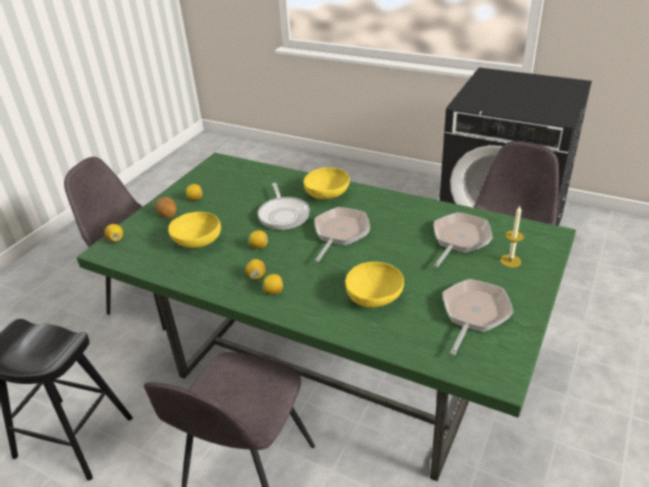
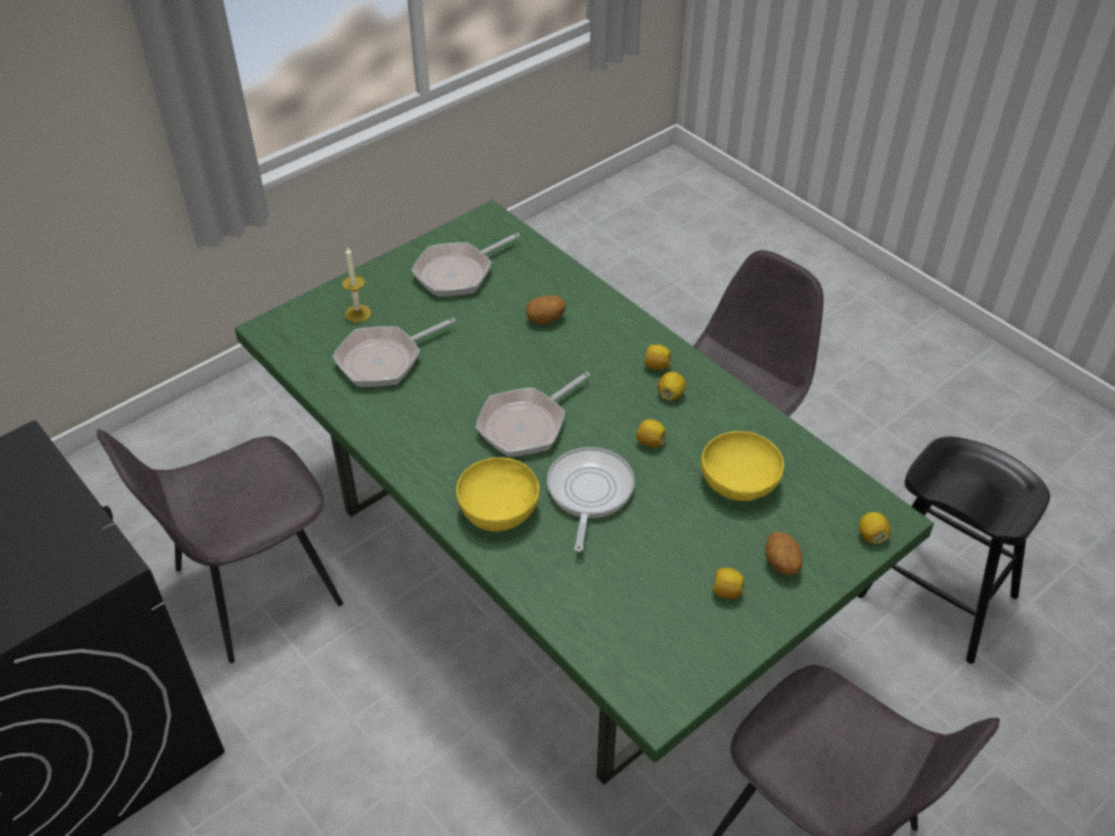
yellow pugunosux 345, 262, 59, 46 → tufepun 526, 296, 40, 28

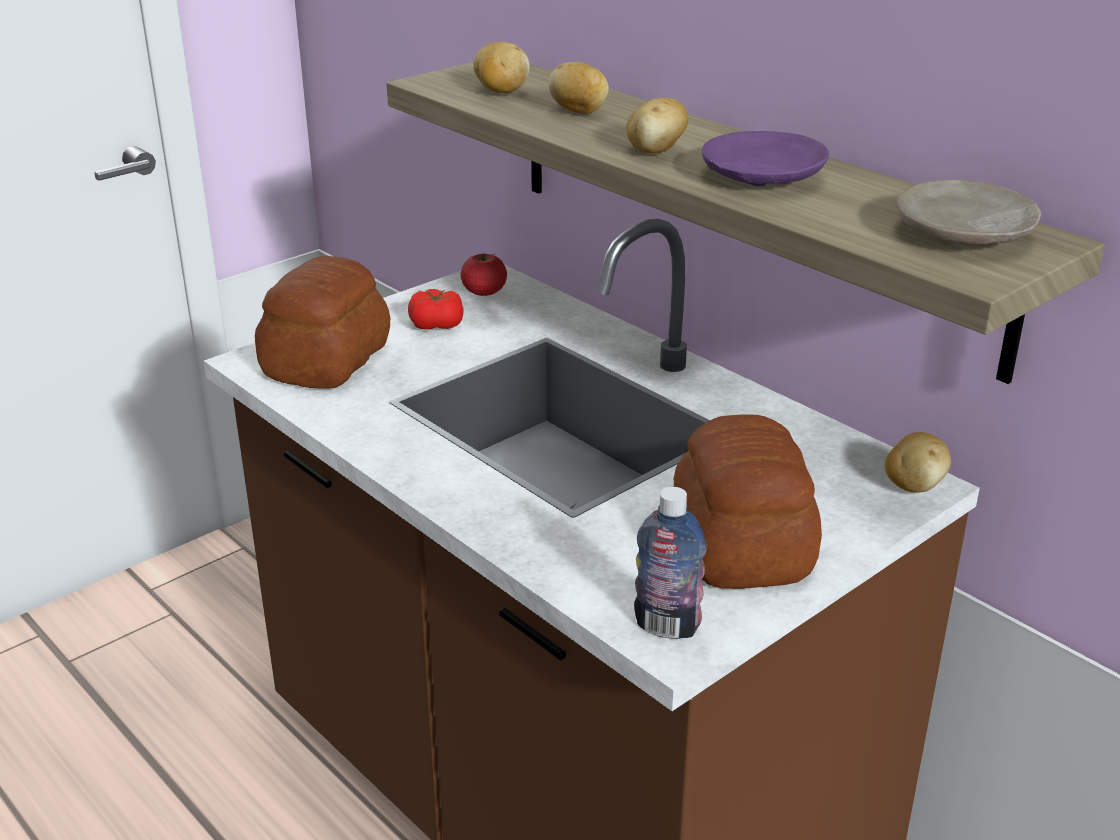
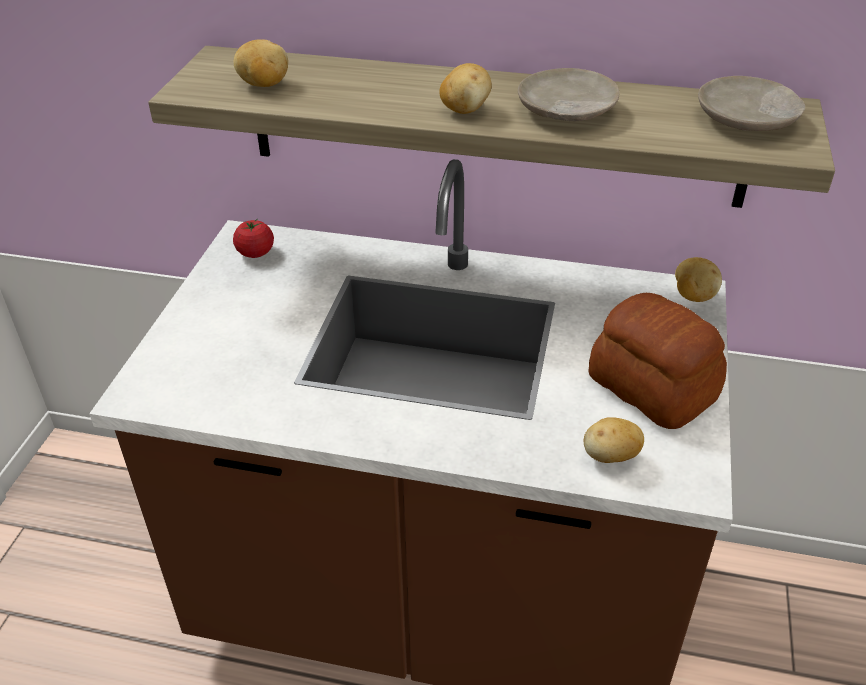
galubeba 255, 256, 135, 133 → -
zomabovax 408, 289, 56, 40 → -
tufepun 549, 62, 60, 52 → tufepun 584, 417, 60, 46, move
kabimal 634, 487, 73, 152 → -
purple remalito 702, 131, 127, 55 → beige remalito 518, 68, 101, 53

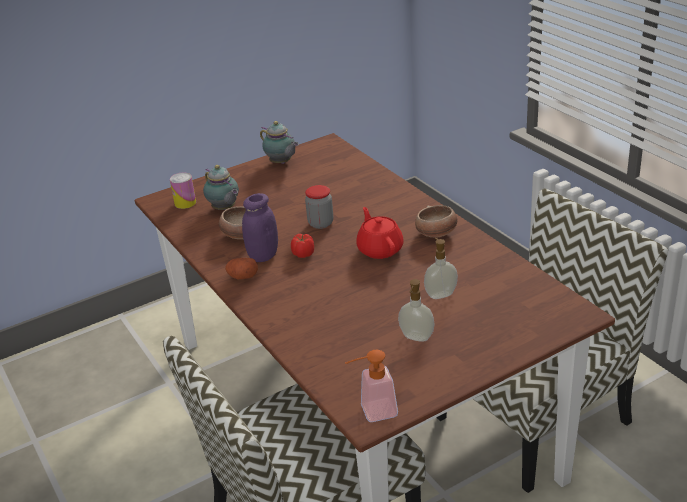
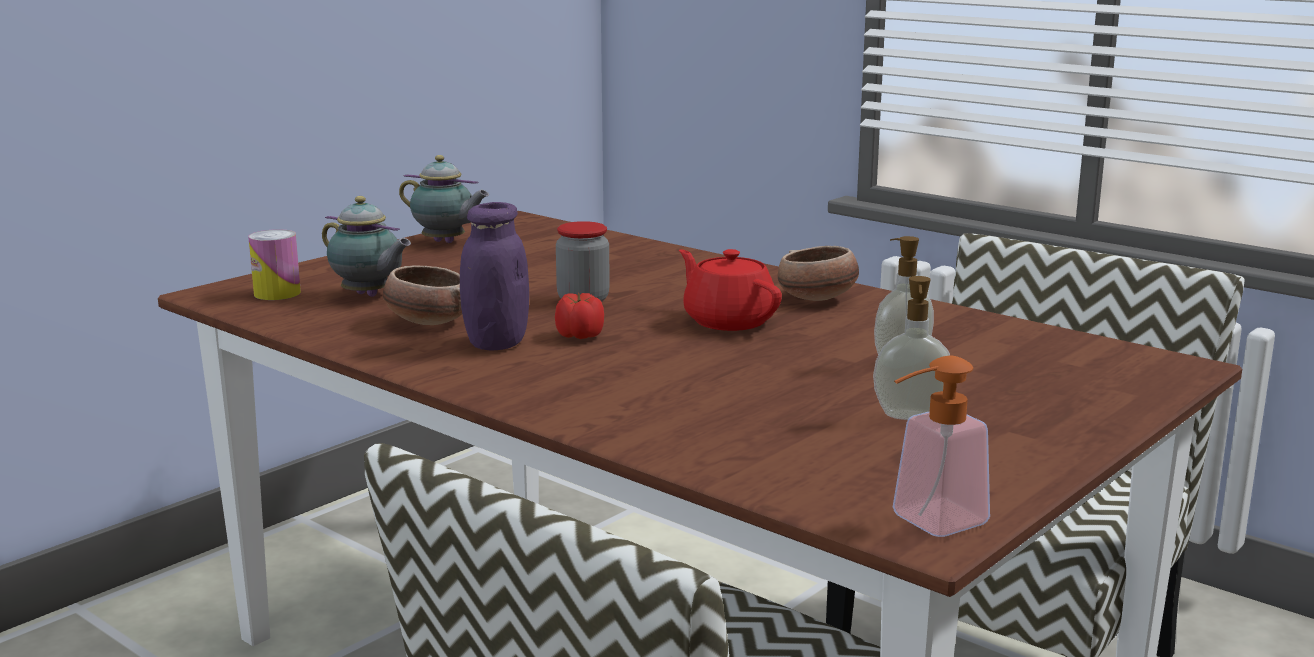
tufepun 225, 258, 33, 21 → -

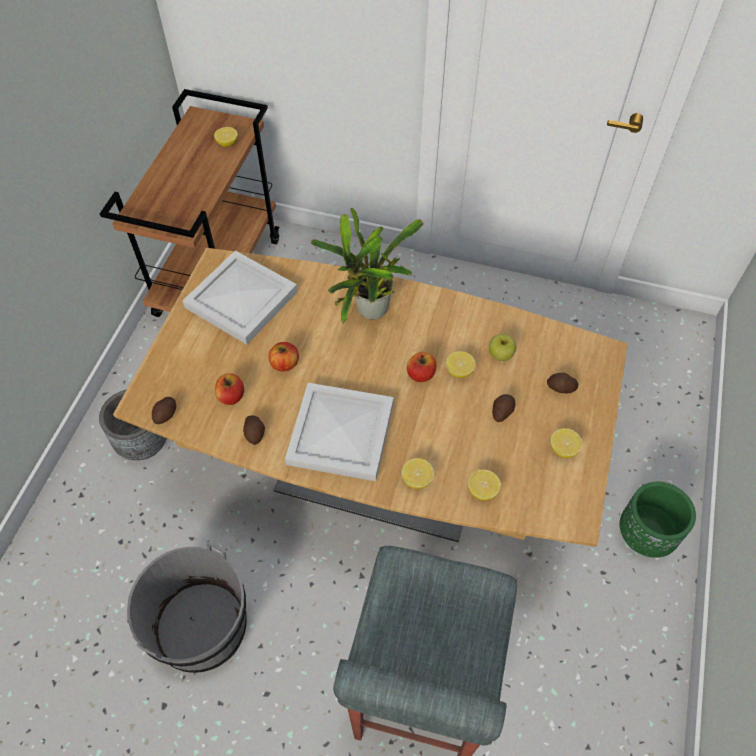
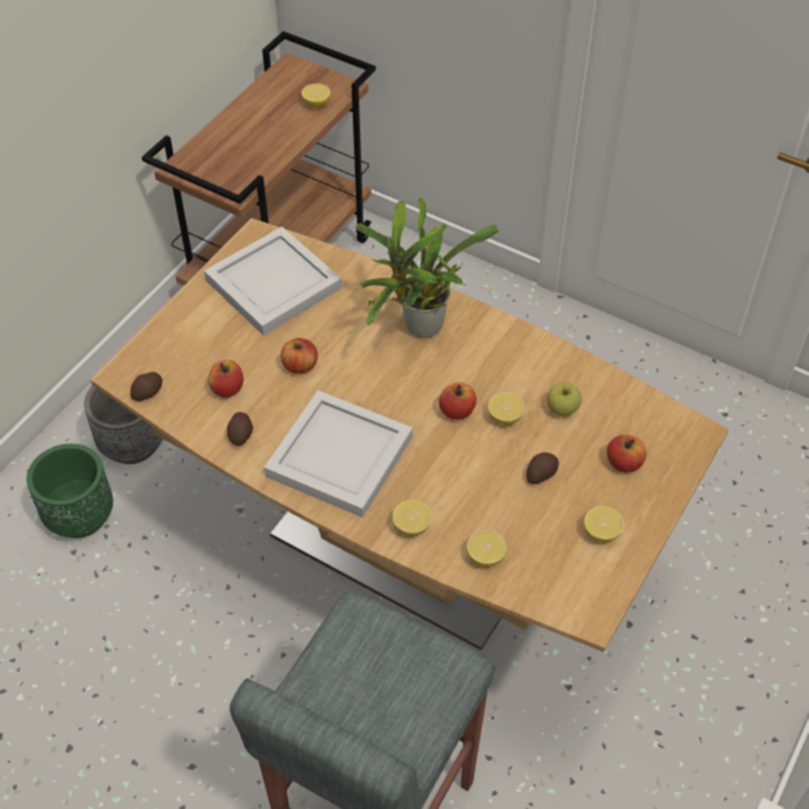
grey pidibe 127, 542, 120, 131 → -
tufepun 547, 373, 31, 20 → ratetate 607, 434, 39, 39
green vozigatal 620, 482, 76, 76 → green vozigatal 27, 444, 86, 94, move

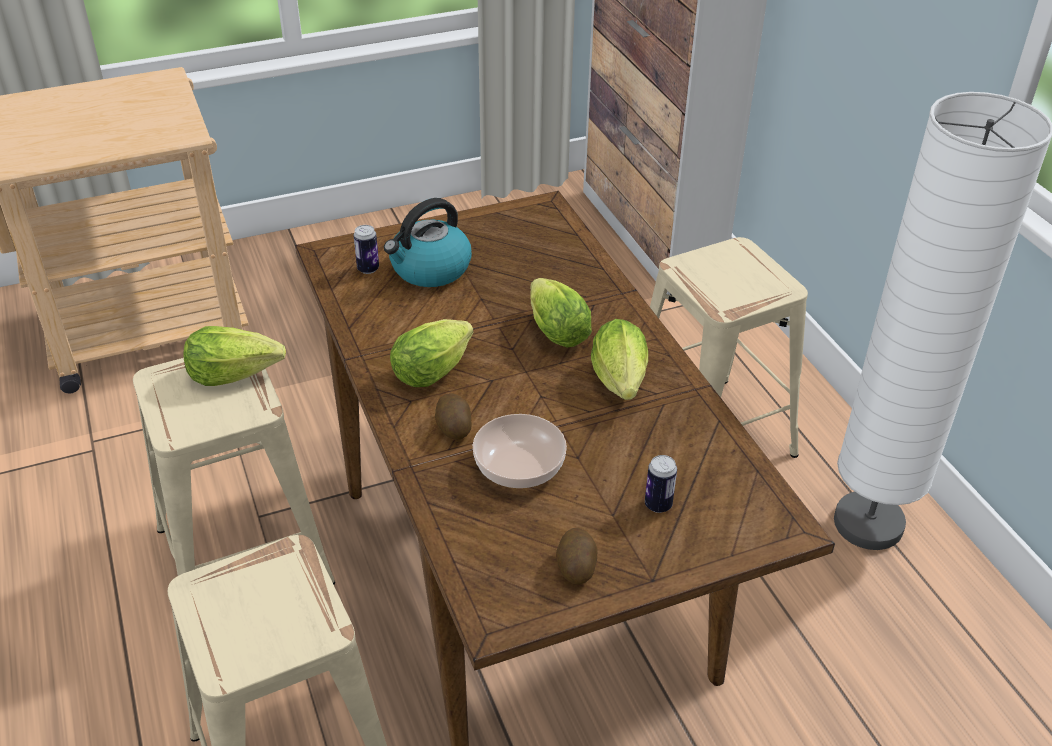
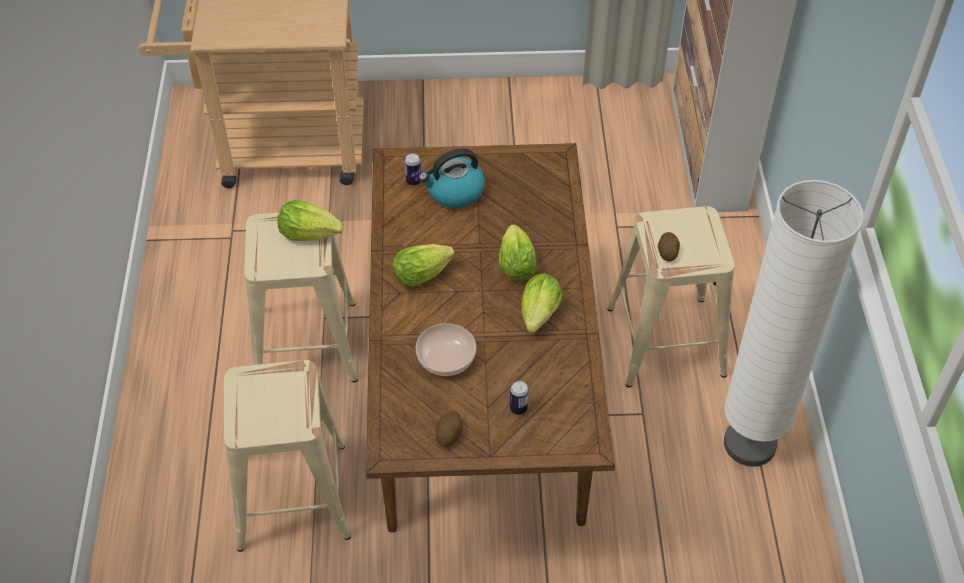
tufepun 435, 393, 37, 47 → tufepun 658, 232, 22, 30, move

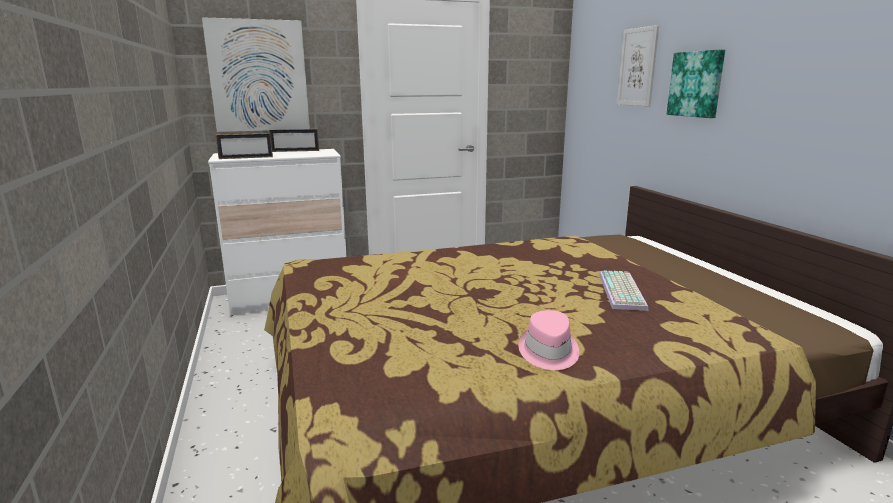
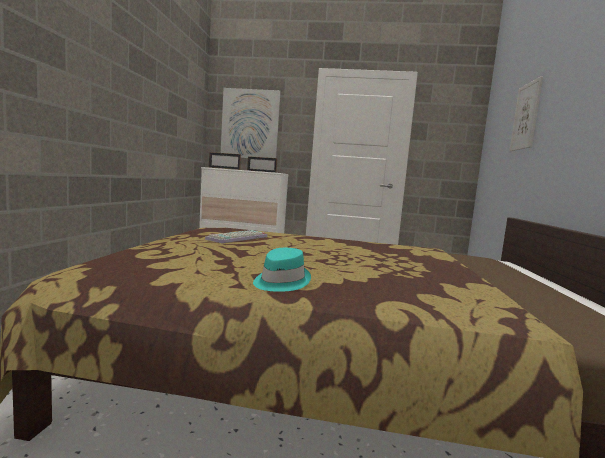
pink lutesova 518, 310, 61, 60 → turquoise lutesova 253, 248, 58, 44
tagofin 599, 270, 49, 41 → tagofin 205, 230, 62, 13, move
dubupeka 667, 49, 58, 69 → -

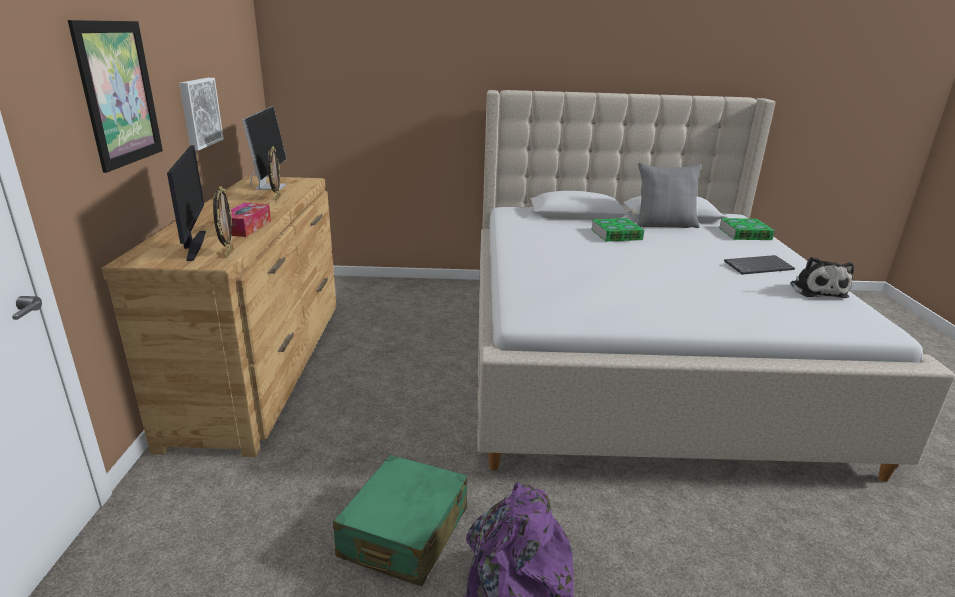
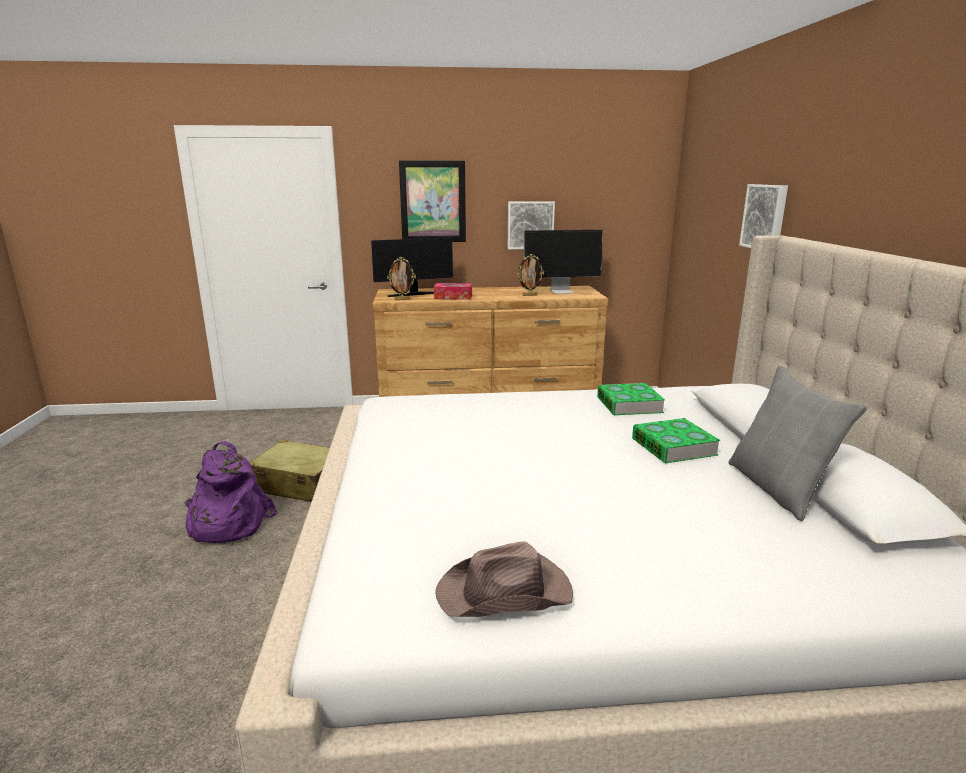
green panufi 333, 455, 135, 131 → beige panufi 250, 440, 80, 62
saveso 719, 218, 56, 22 → saveso 597, 383, 68, 32, move
tagofin 724, 255, 71, 20 → -
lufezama 790, 257, 64, 41 → brown lutesova 435, 542, 138, 75
- → dubupeka 739, 184, 49, 64

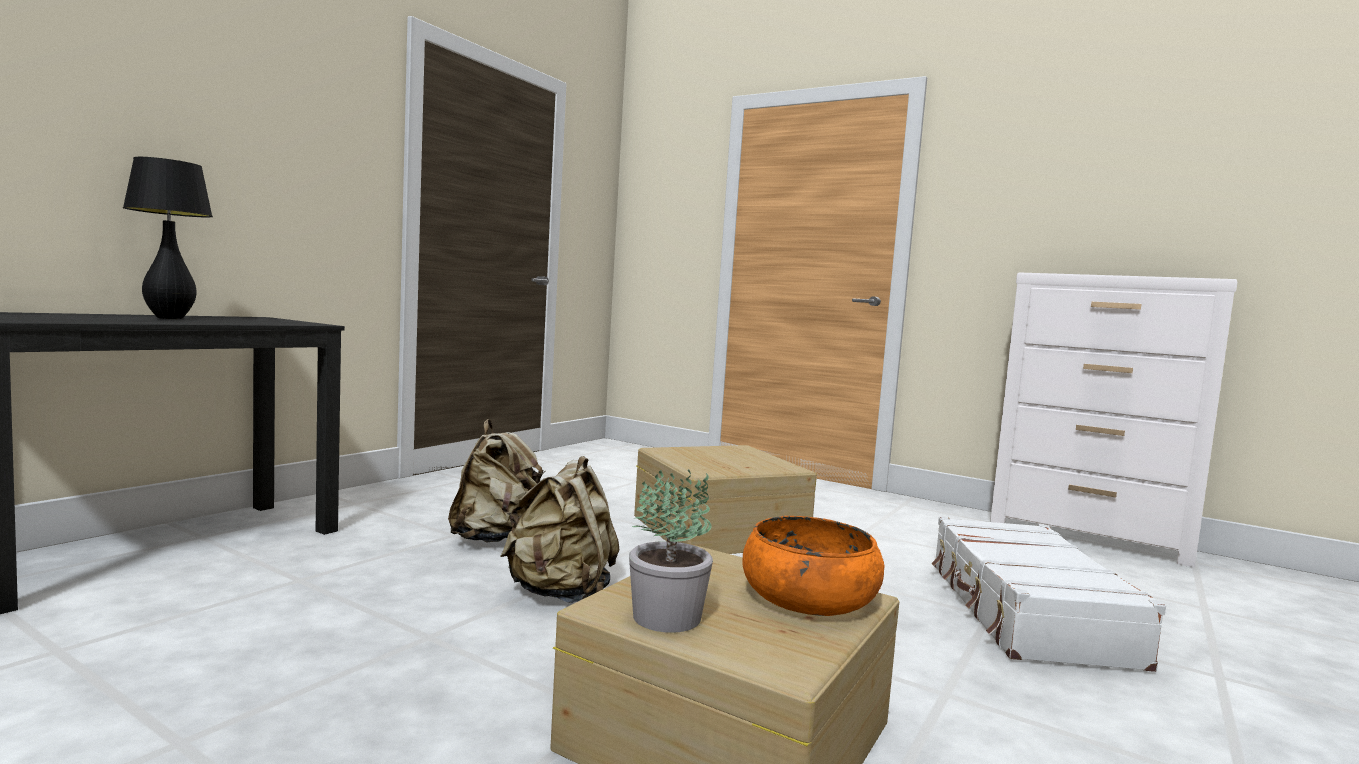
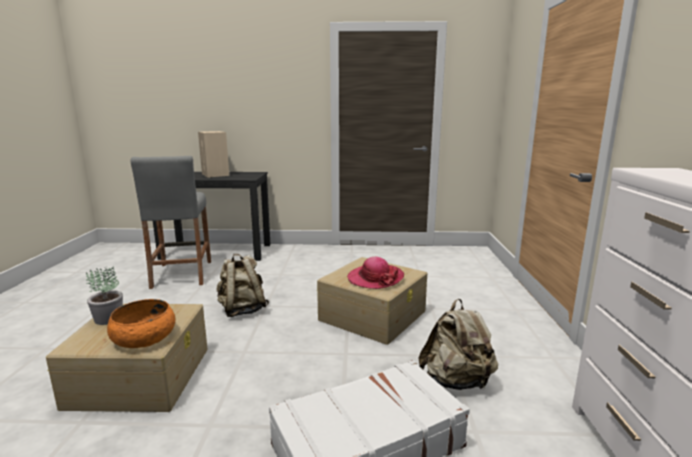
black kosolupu 123, 157, 90, 162 → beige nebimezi 198, 131, 31, 46
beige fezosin 448, 419, 98, 123 → beige fezosin 418, 299, 80, 91, move
- → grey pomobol 131, 156, 80, 133
- → lutesova 347, 257, 57, 32

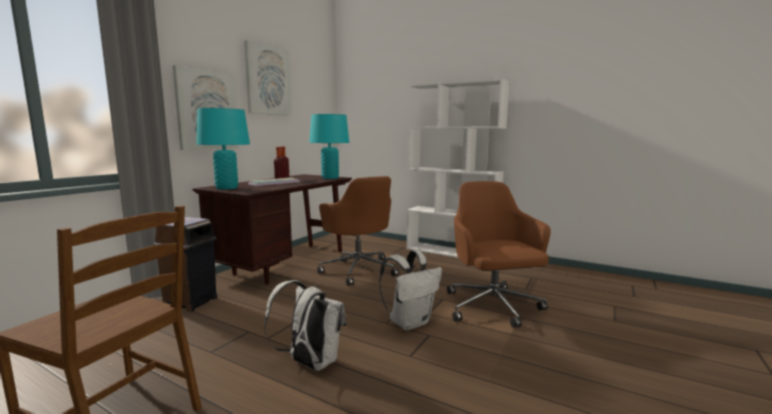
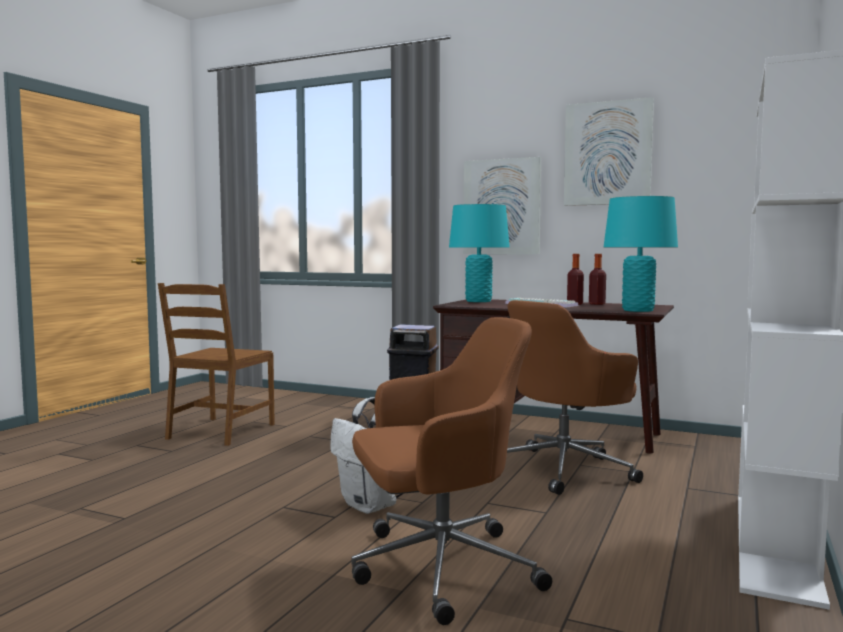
white fezosin 264, 280, 82, 91 → -

